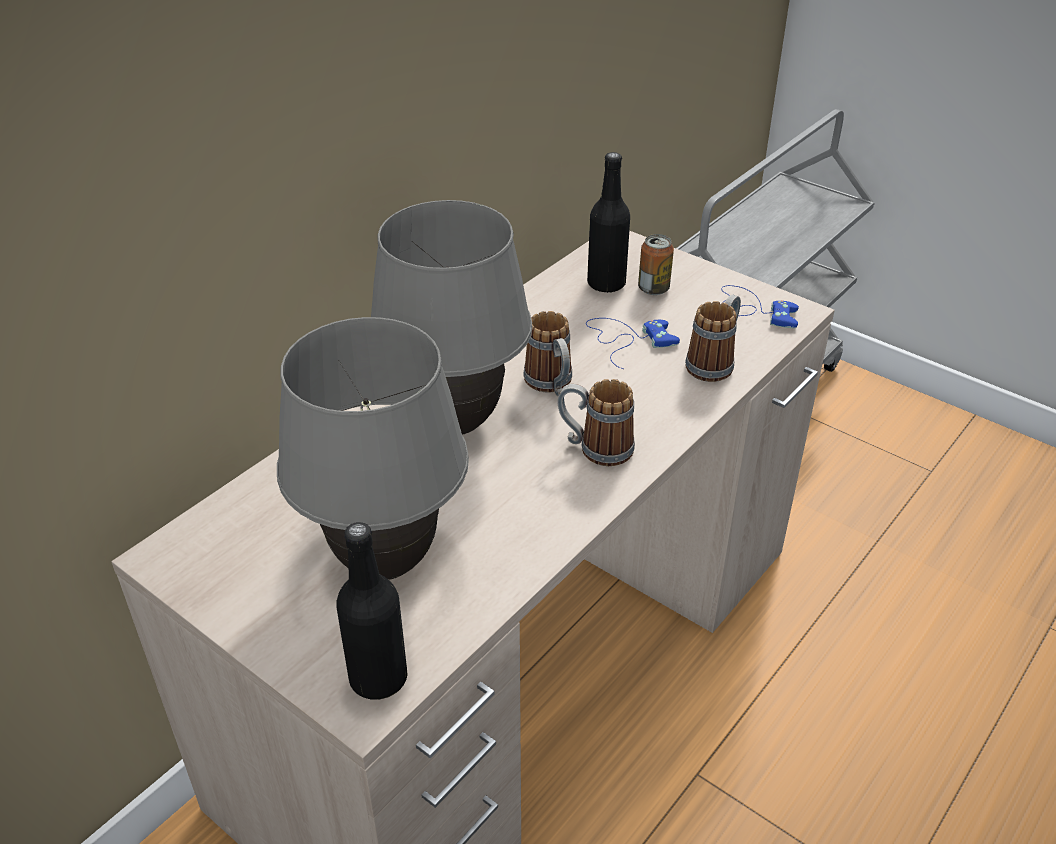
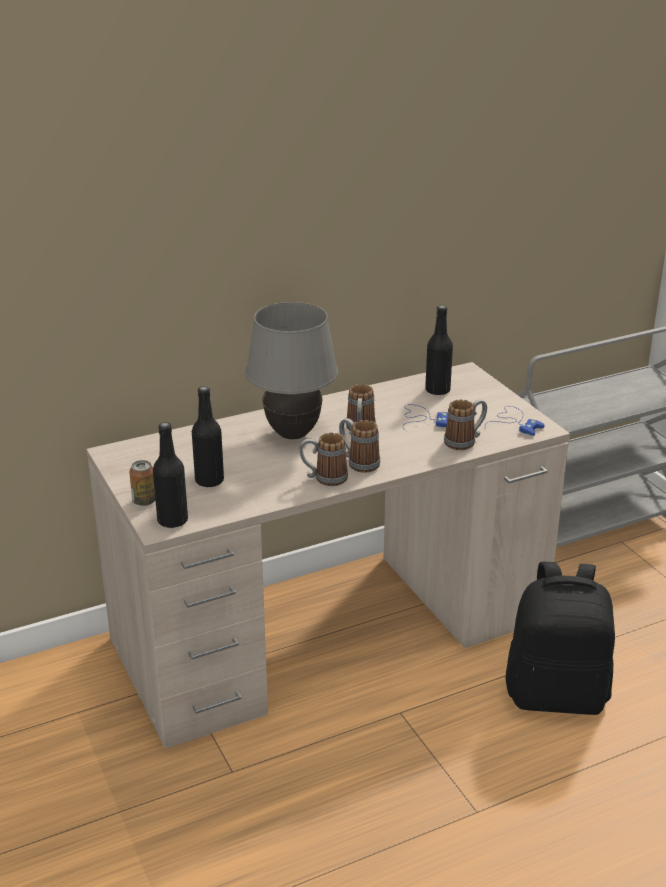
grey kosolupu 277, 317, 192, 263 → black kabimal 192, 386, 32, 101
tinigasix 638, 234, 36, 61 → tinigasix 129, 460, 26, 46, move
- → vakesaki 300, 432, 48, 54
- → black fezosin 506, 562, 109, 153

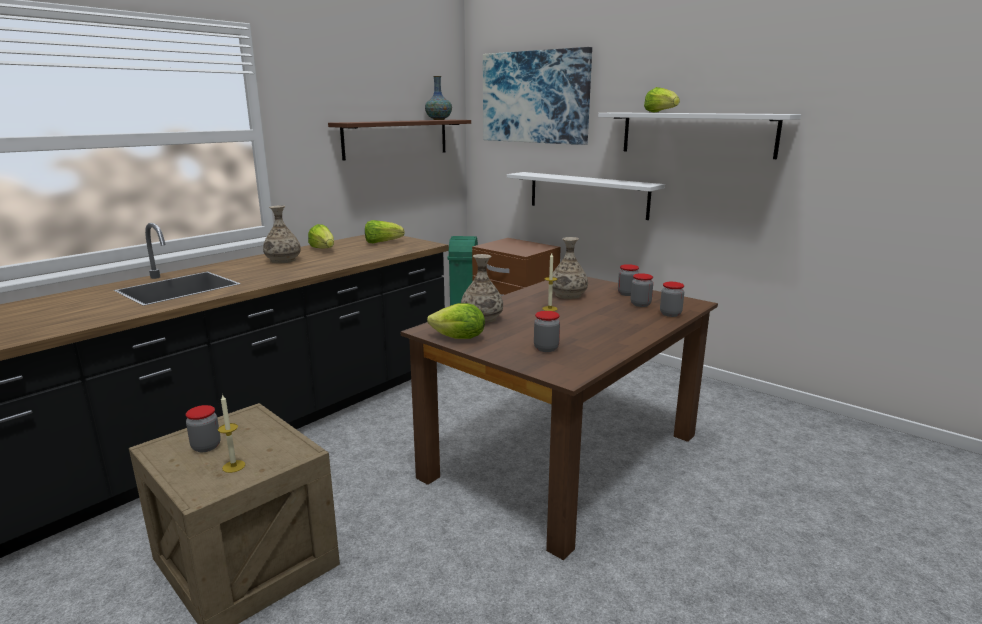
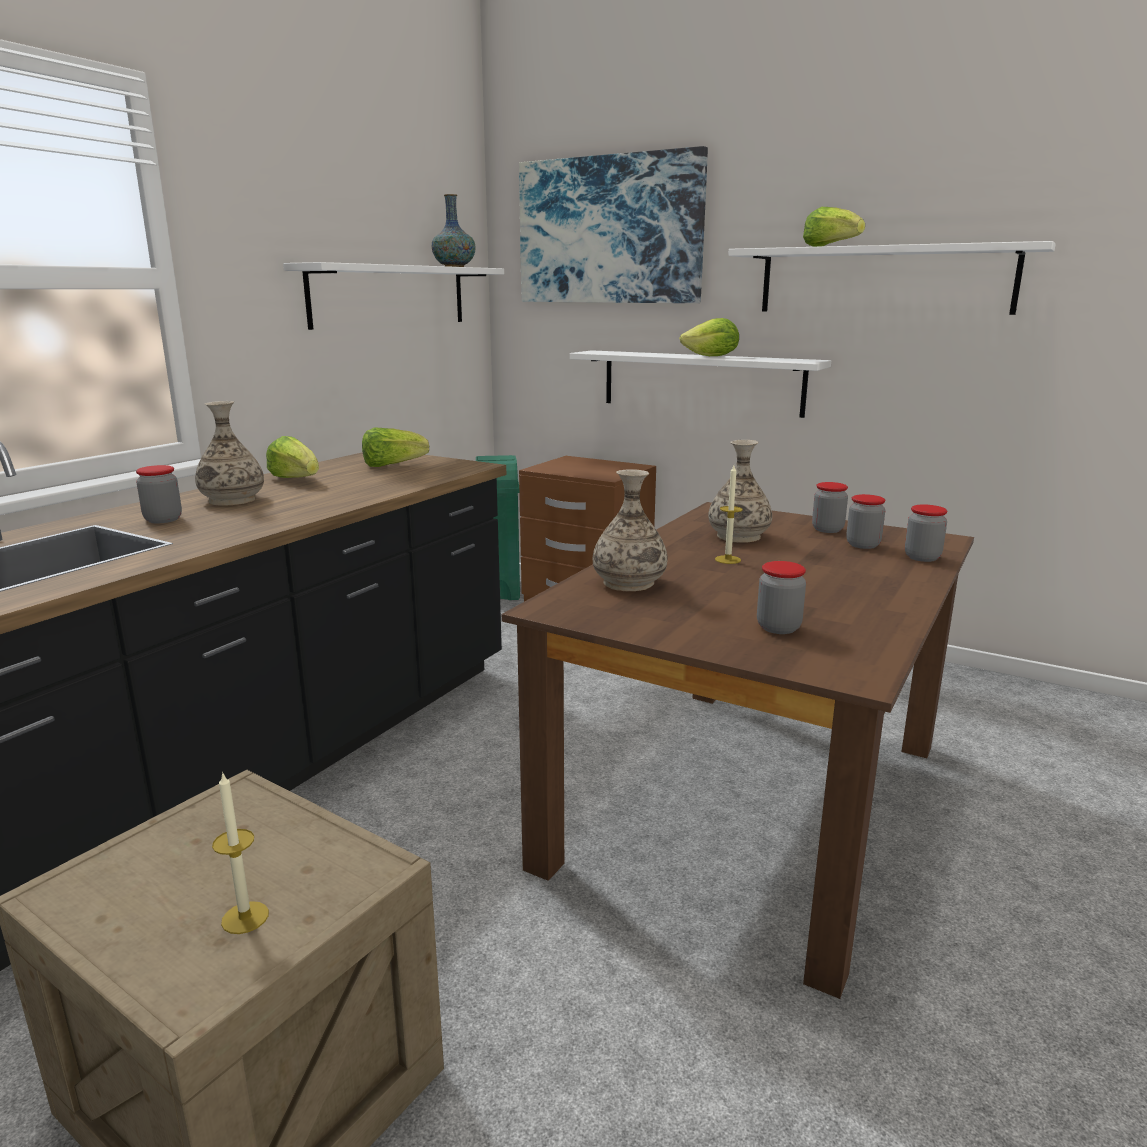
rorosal 186, 405, 35, 47 → rorosal 136, 465, 46, 58, move
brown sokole 328, 120, 143, 41 → white sokole 283, 262, 221, 68
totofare 427, 303, 58, 36 → totofare 680, 318, 59, 38, move

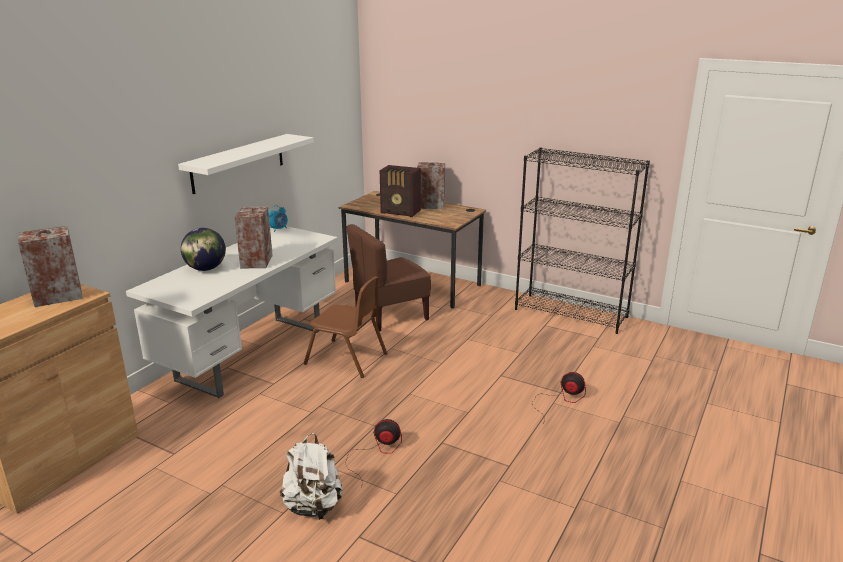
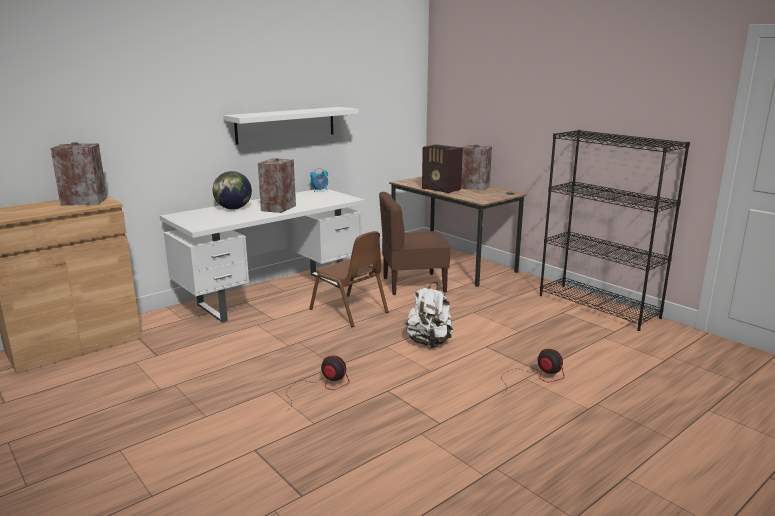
white fezosin 280, 433, 63, 87 → white fezosin 406, 282, 47, 66, move

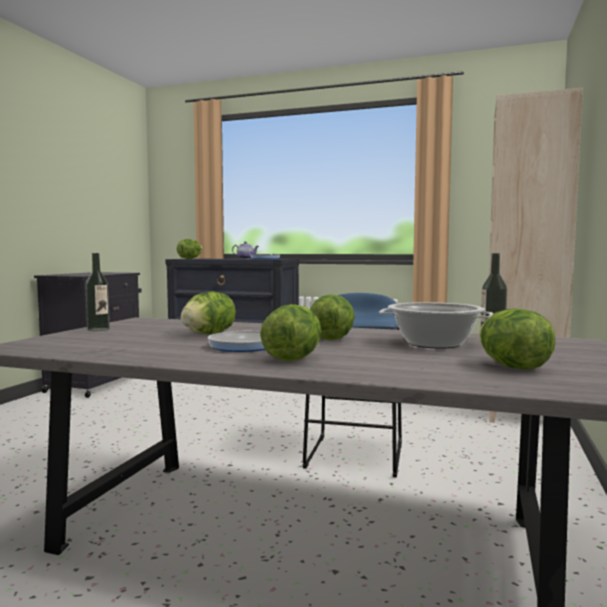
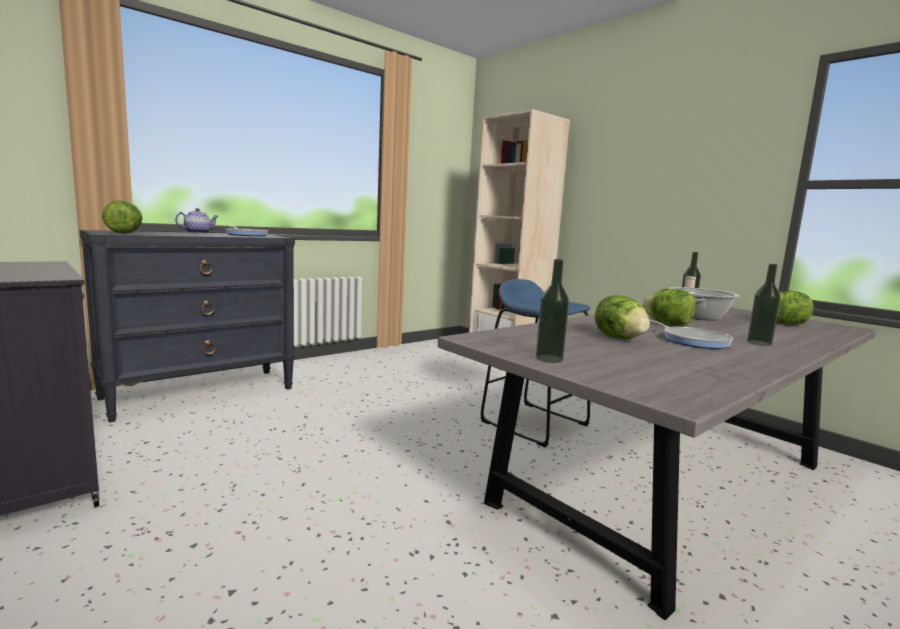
totofare 260, 304, 62, 57 → kabimal 747, 264, 34, 82

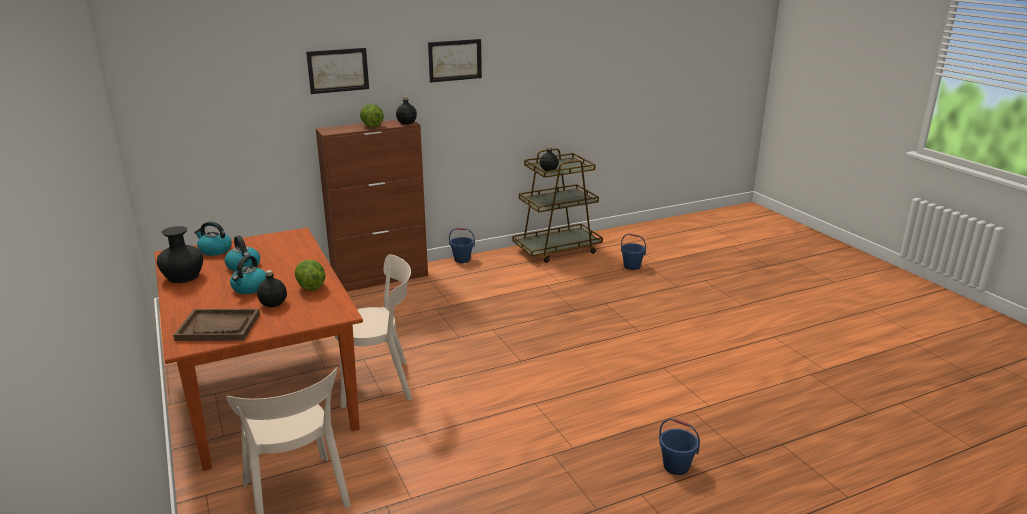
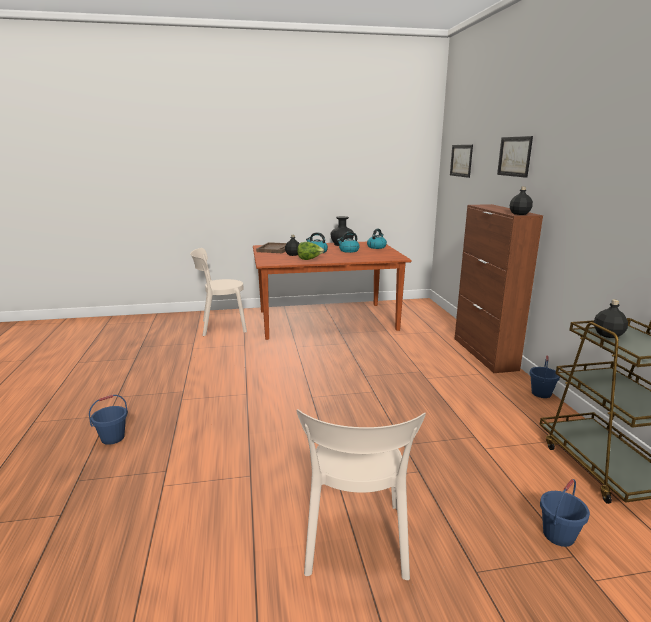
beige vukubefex 334, 254, 78, 154 → beige vukubefex 297, 409, 129, 171, move
totofare 360, 104, 24, 23 → -
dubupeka 428, 39, 54, 44 → dubupeka 450, 145, 23, 33, move

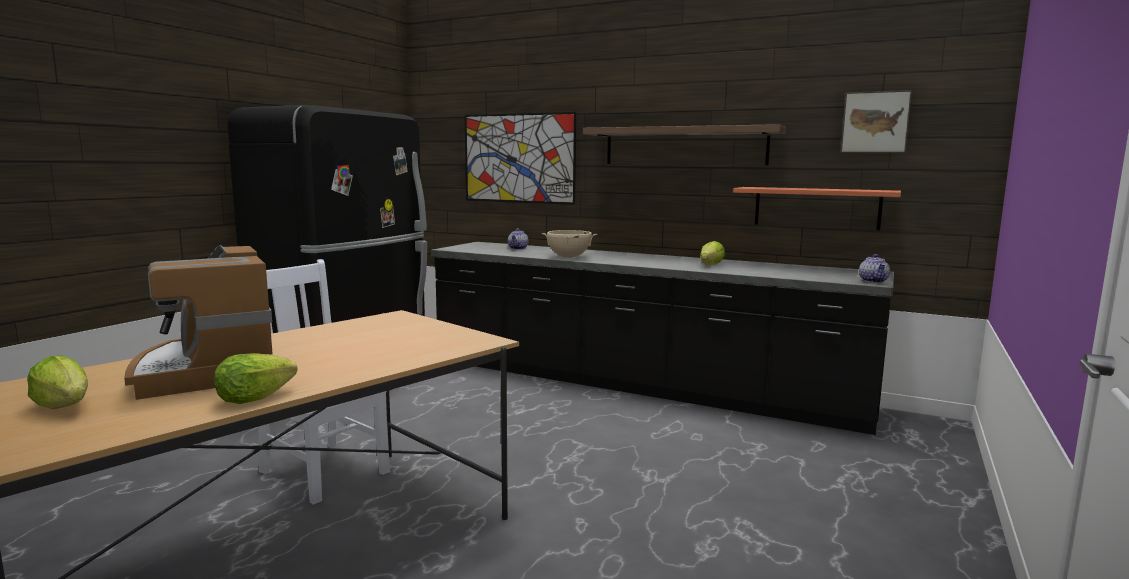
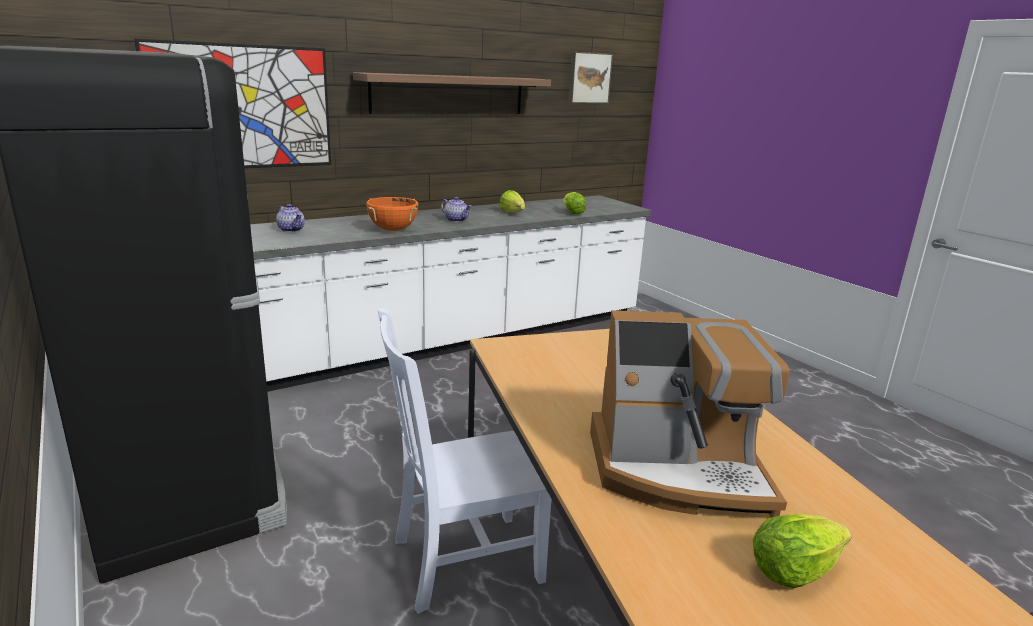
totofare 214, 353, 83, 51 → totofare 564, 192, 22, 23, move
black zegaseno 431, 242, 463, 193 → white zegaseno 250, 195, 401, 197
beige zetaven 542, 230, 55, 28 → orange zetaven 366, 197, 53, 34
sokole 733, 187, 168, 43 → -
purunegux 859, 254, 31, 29 → purunegux 441, 197, 31, 25, move

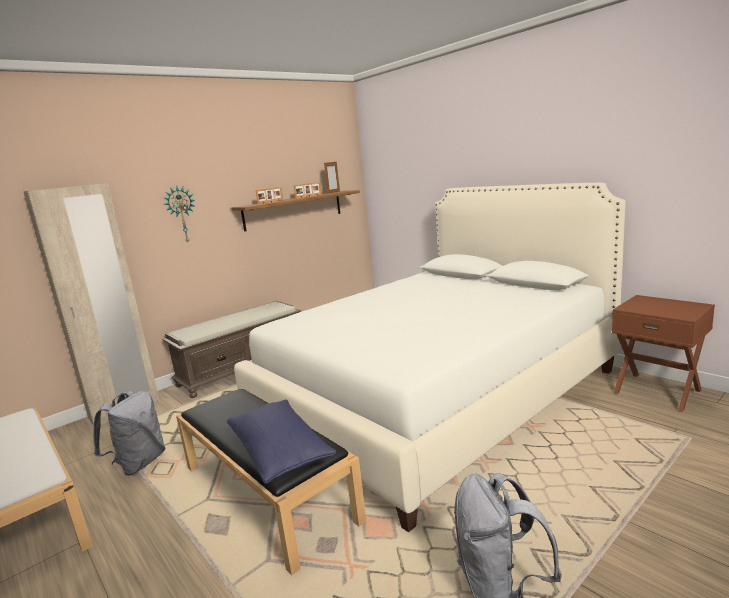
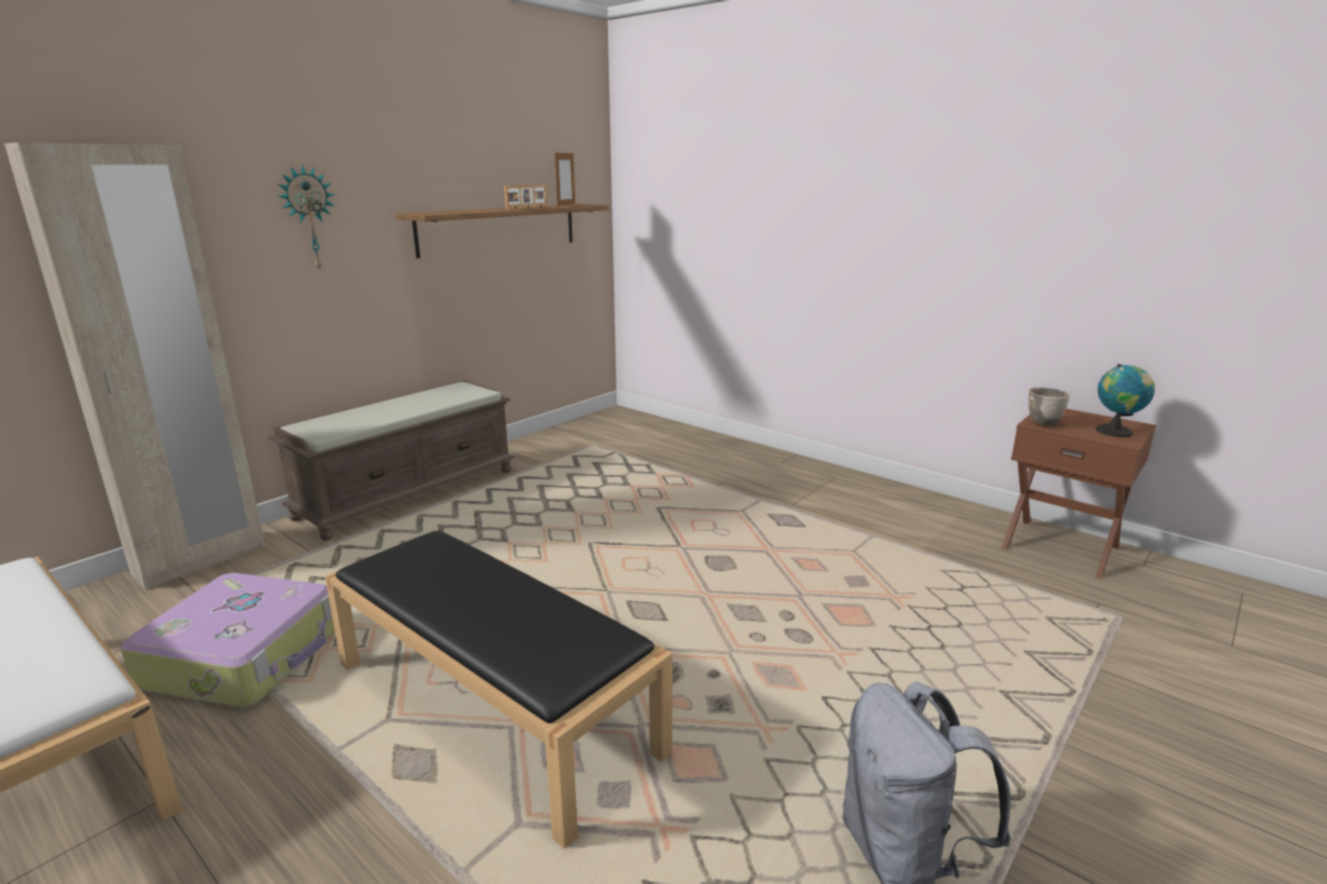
grey fezosin 93, 391, 72, 85 → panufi 120, 573, 215, 134
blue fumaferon 227, 399, 109, 85 → -
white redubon 234, 183, 392, 350 → -
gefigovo 255, 187, 28, 17 → -
- → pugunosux 1028, 387, 42, 39
- → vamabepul 1096, 364, 59, 73

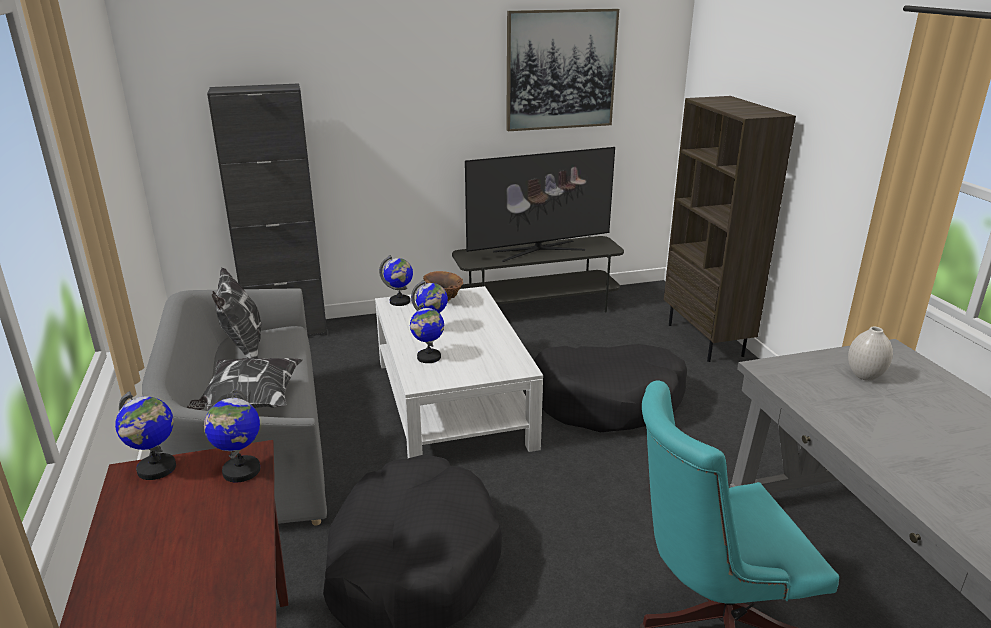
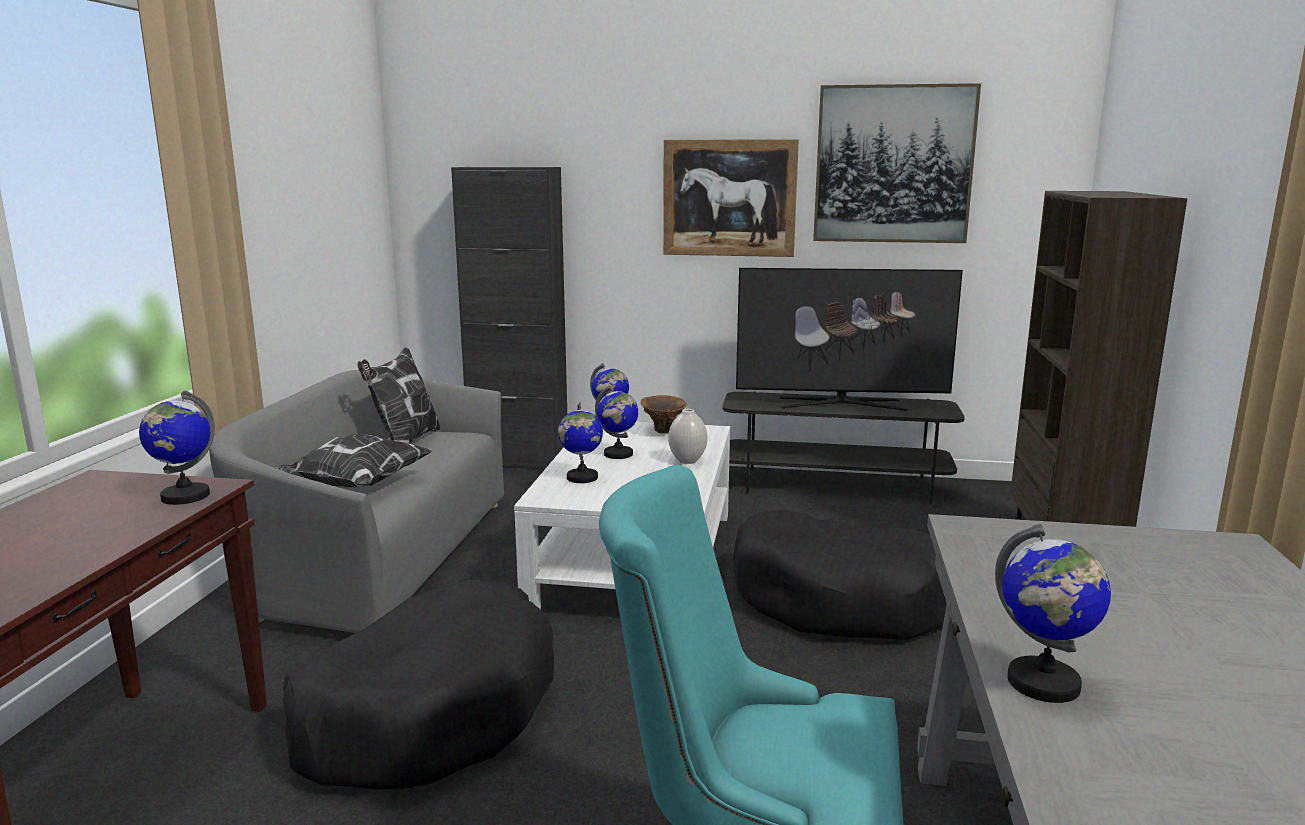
vamabepul 115, 391, 61, 89 → vamabepul 995, 524, 116, 179, move
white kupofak 848, 327, 45, 54 → white kupofak 668, 409, 39, 55, move
- → dubupeka 663, 139, 136, 118

